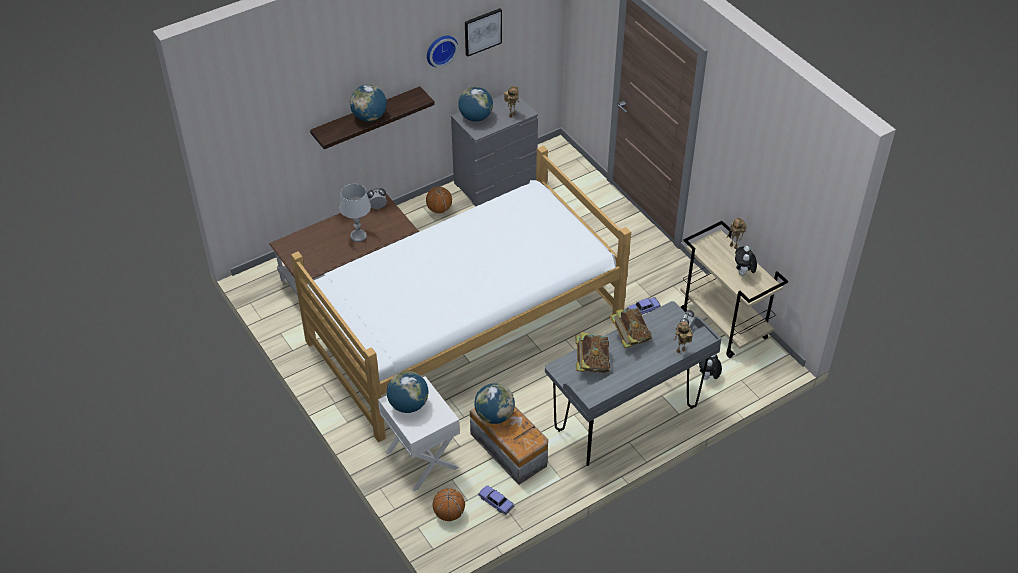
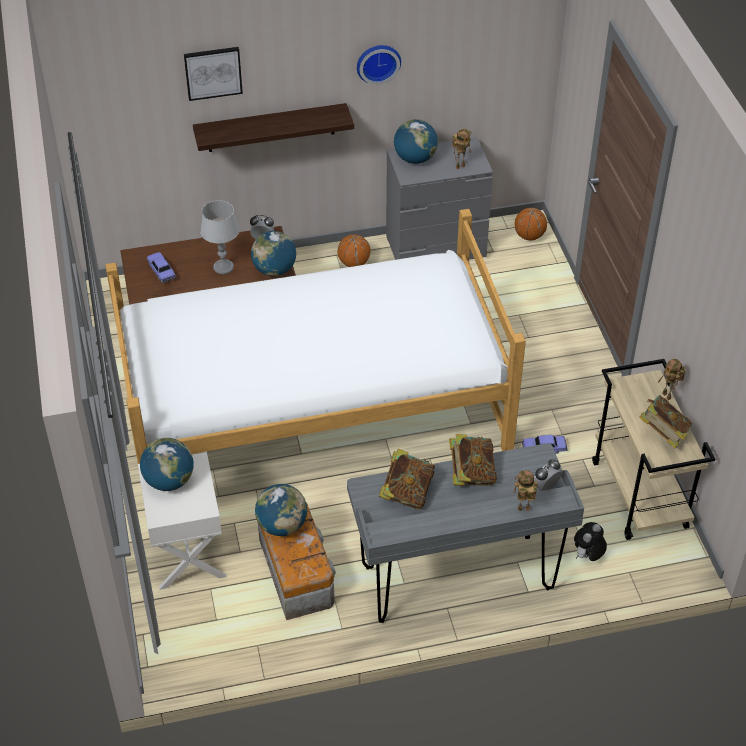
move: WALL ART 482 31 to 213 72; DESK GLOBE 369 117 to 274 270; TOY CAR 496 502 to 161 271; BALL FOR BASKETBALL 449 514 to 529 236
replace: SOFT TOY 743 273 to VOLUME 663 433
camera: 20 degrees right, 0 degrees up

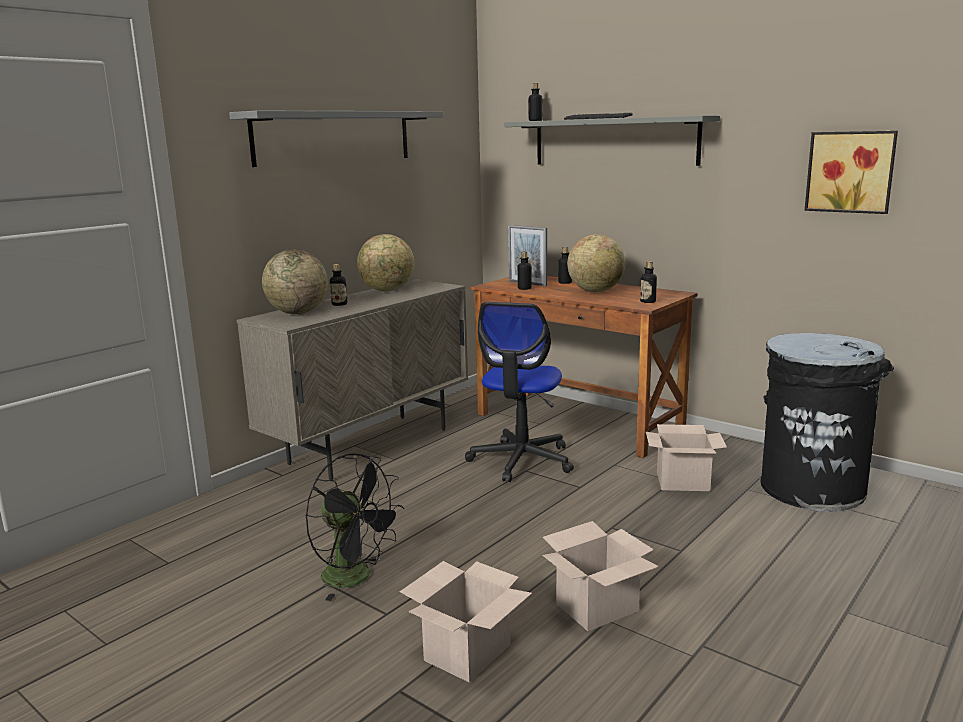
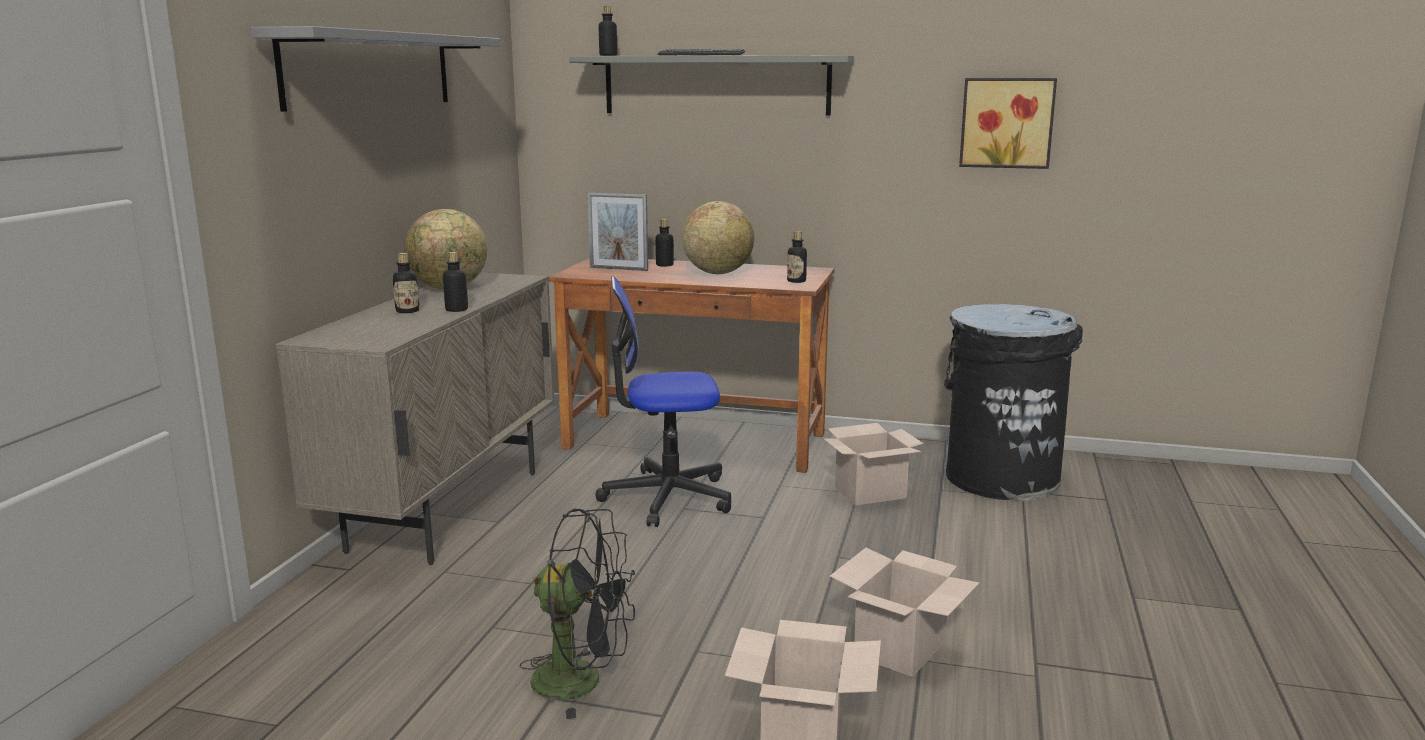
delete: DESK GLOBE 297 313
move: DRINK BOTTLE 524 288 to 456 309
rotate: OFFICE CHAIR 521 460 = 667 497 90 degrees clockwise
camera: 25 degrees left, 0 degrees up

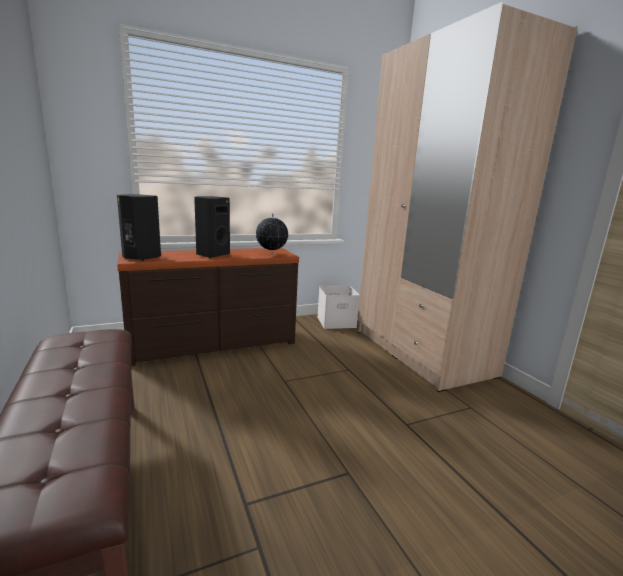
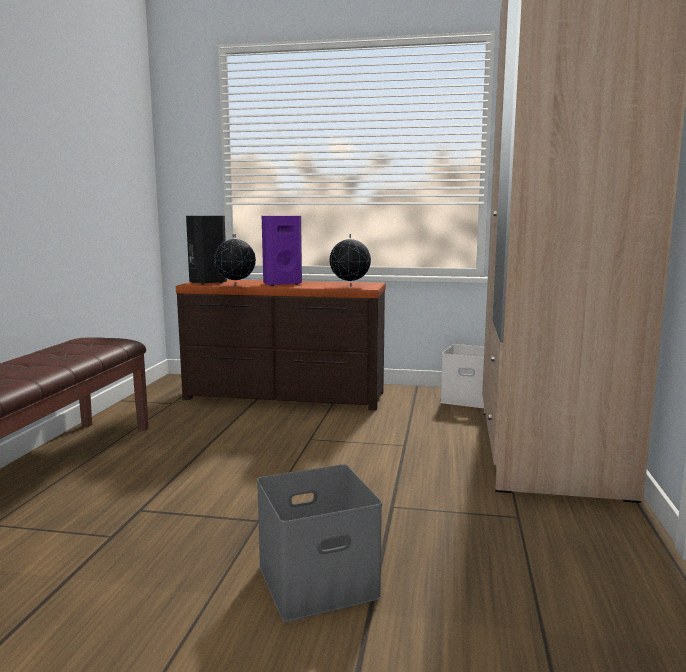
insert: DESK GLOBE 236 286; GREY STORAGE BIN 316 583
recolor: BLACKISH LOUDSPEAKER 212 255 to PURPLE-COLOURED LOUDSPEAKER 281 284
camera: 35 degrees right, 5 degrees down

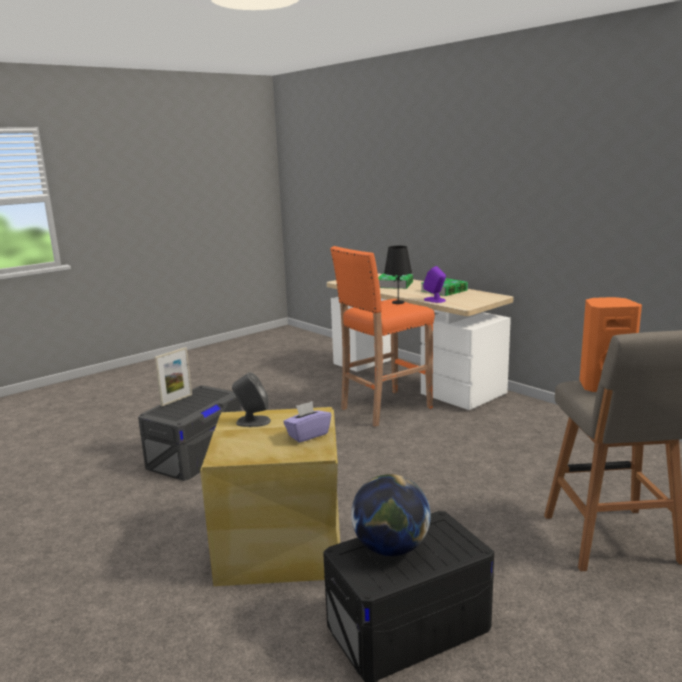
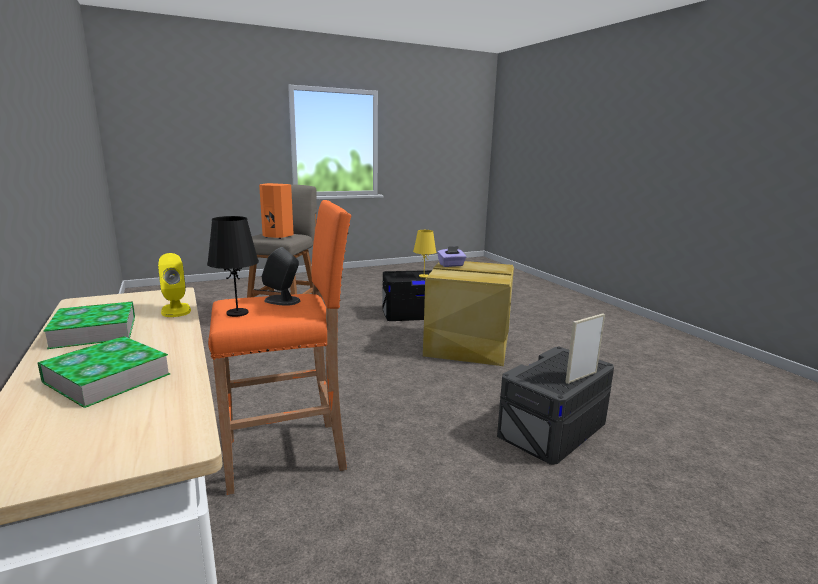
move: GREY LOUDSPEAKER 252 421 to 282 300
replace: DESK GLOBE 391 548 to YELLOWISH LAMP FOR A TABLE 424 276
recolor: PURPLE-COLOURED LOUDSPEAKER 435 300 to YELLOWISH LOUDSPEAKER 176 310
camera: 165 degrees left, 0 degrees up

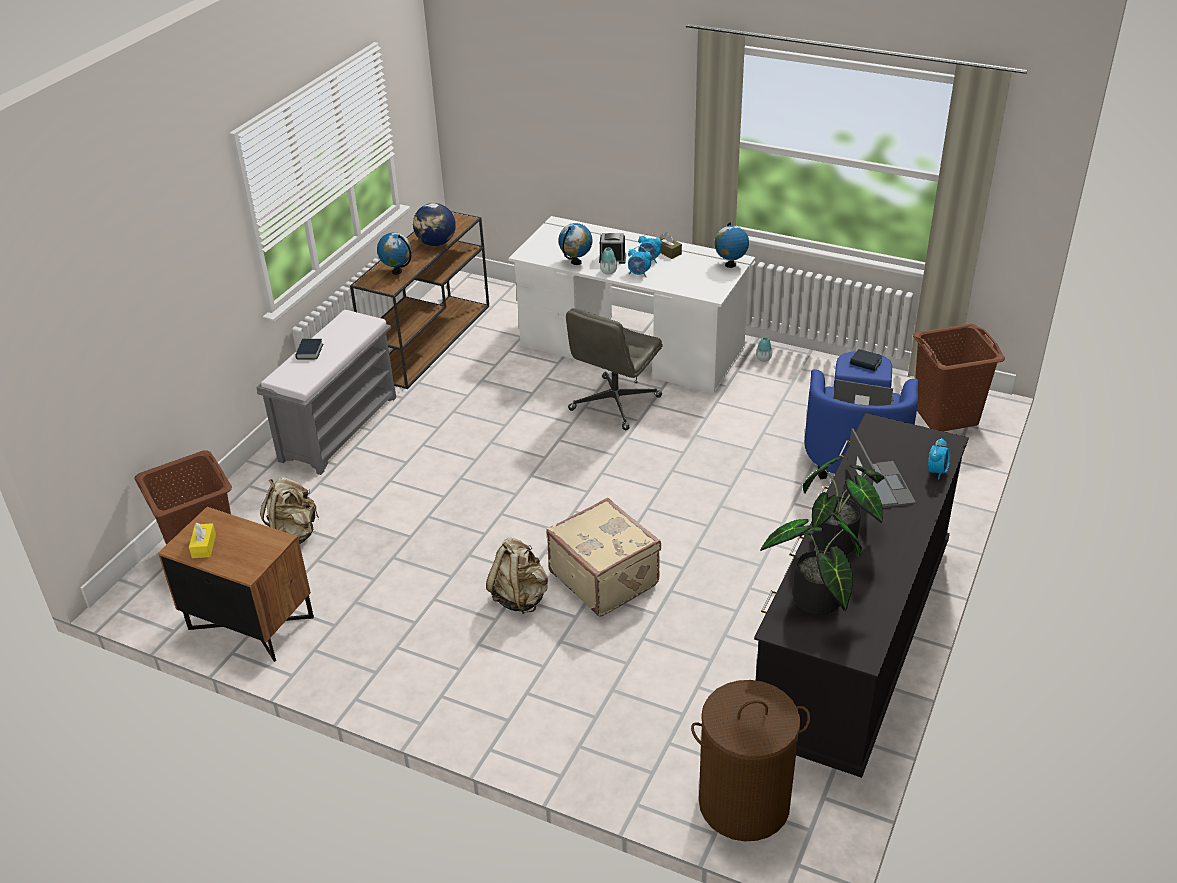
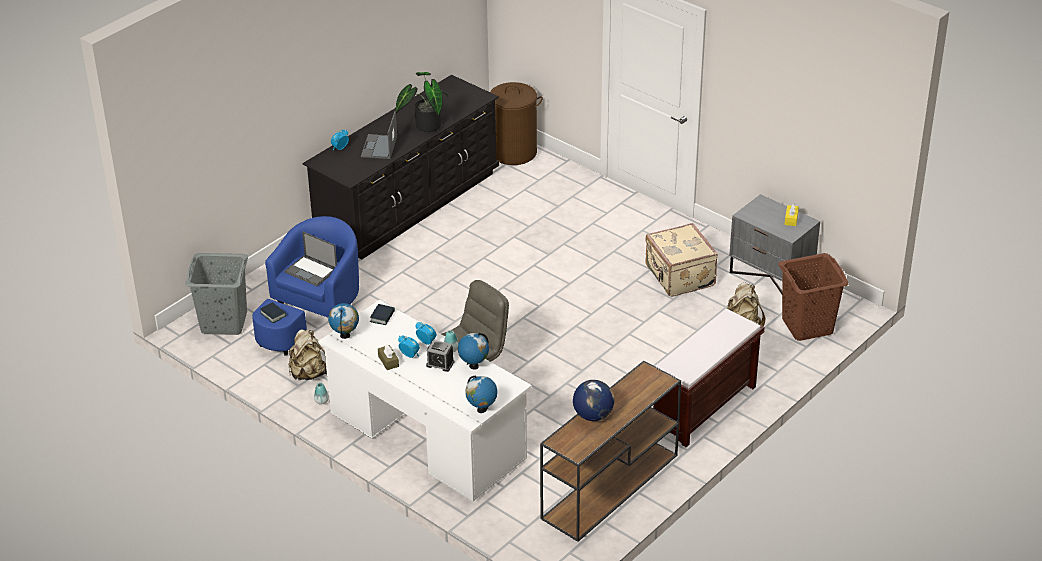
delete: PLANT IN A POT 815 603
move: DESK GLOBE 397 271 to 481 409; VOLUME 309 352 to 382 317; BEIGE-COLOURED SUITCASE 605 577 to 679 276; BEIGE-COLOURED BACKPACK 520 597 to 308 373
recolor: GREY LONG SEAT 339 427 to BROWN-COLOURED LONG SEAT 704 408; BROWN-COLOURED LAUNDRY BASKET 946 415 to GREY LAUNDRY BASKET 224 322; BROWN-COLOURED NIGHTSTAND 249 624 to GREY NIGHTSTAND 771 276
camera: 165 degrees left, 0 degrees up

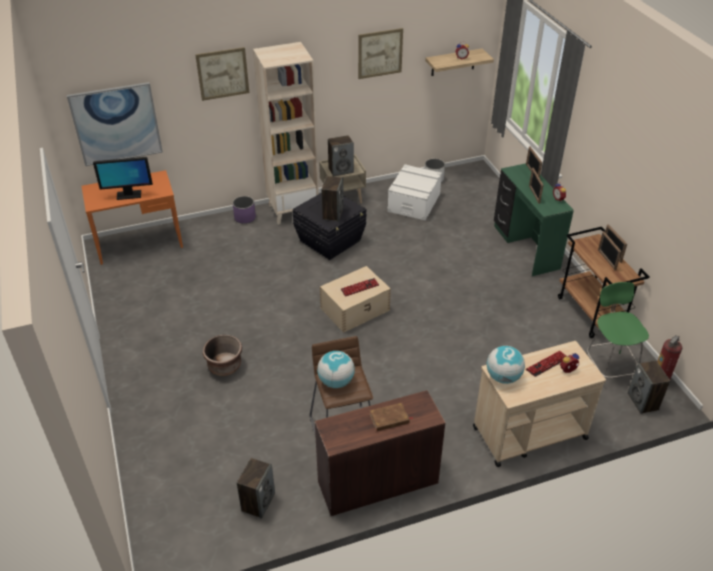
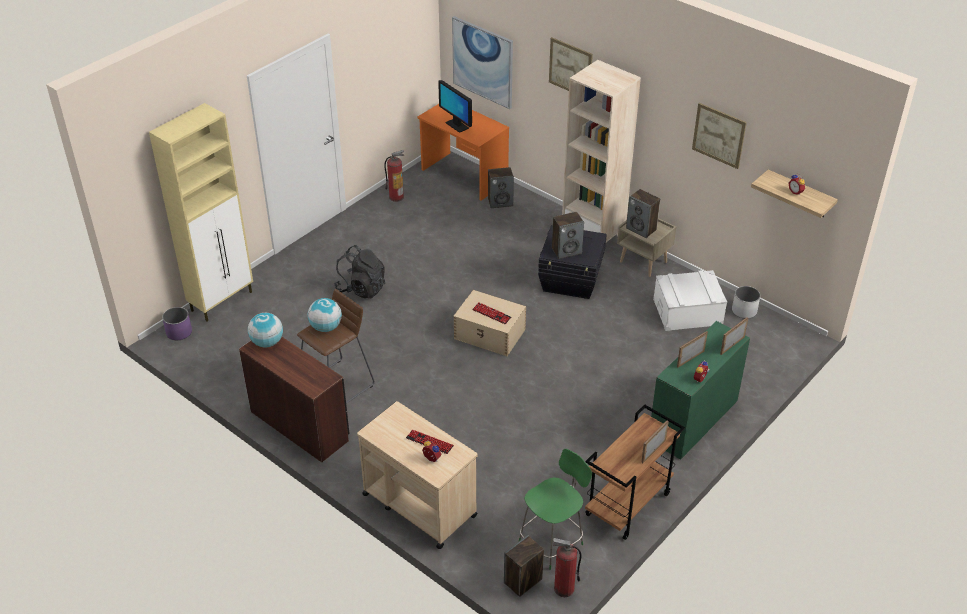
delete: PICTURE FRAME 606 260; BROWN-COLOURED VOLUME 389 419
insert: BEIGE-COLOURED CABINET 222 301; FIRE-FIGHTING CYLINDER 396 197
move: PURPLE-COLOURED PLANTER 245 218 to 179 332; DESK GLOBE 503 377 to 267 342; LOUDSPEAKER 258 502 to 500 202
replace: BROWN-COLOURED PLANTER 225 366 to BLACKISH BACKPACK 361 288
camera: 60 degrees right, 0 degrees up

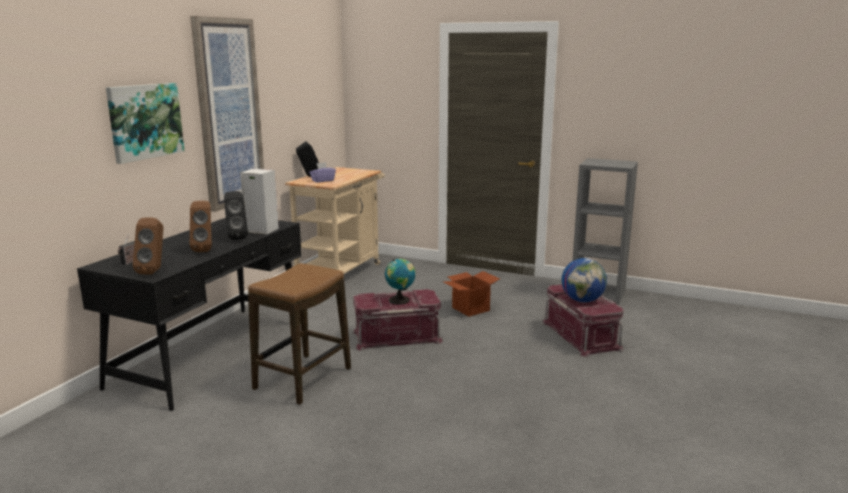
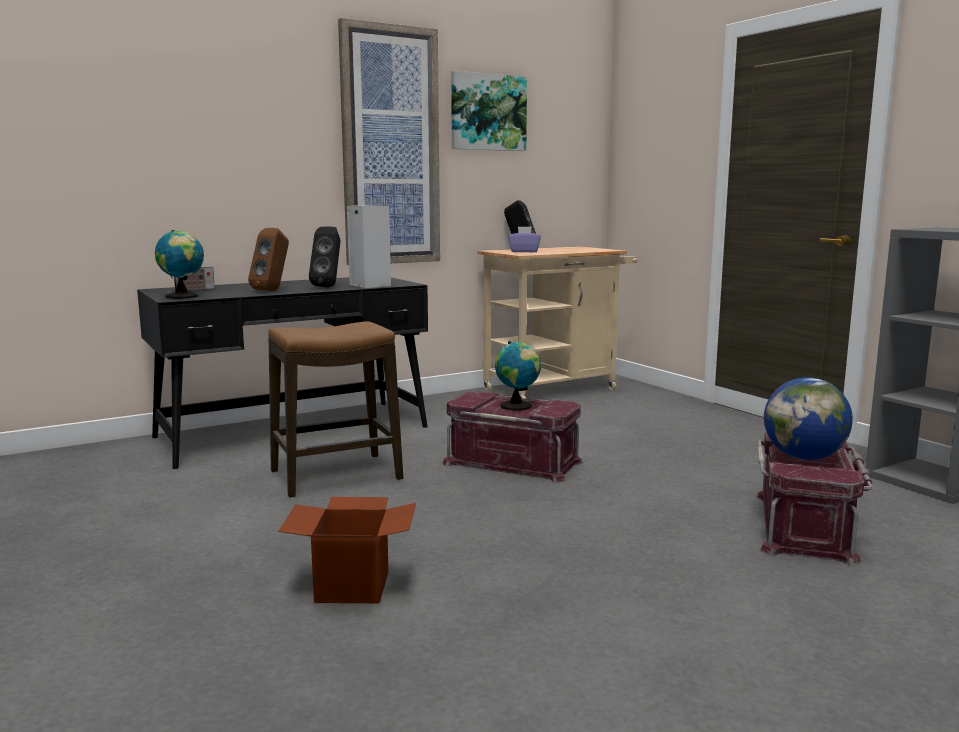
move: WALL ART 145 121 to 488 112; CARTON 471 309 to 353 586
replace: BROWN-COLOURED LOUDSPEAKER 154 271 to DESK GLOBE 183 296
camera: 35 degrees right, 5 degrees down

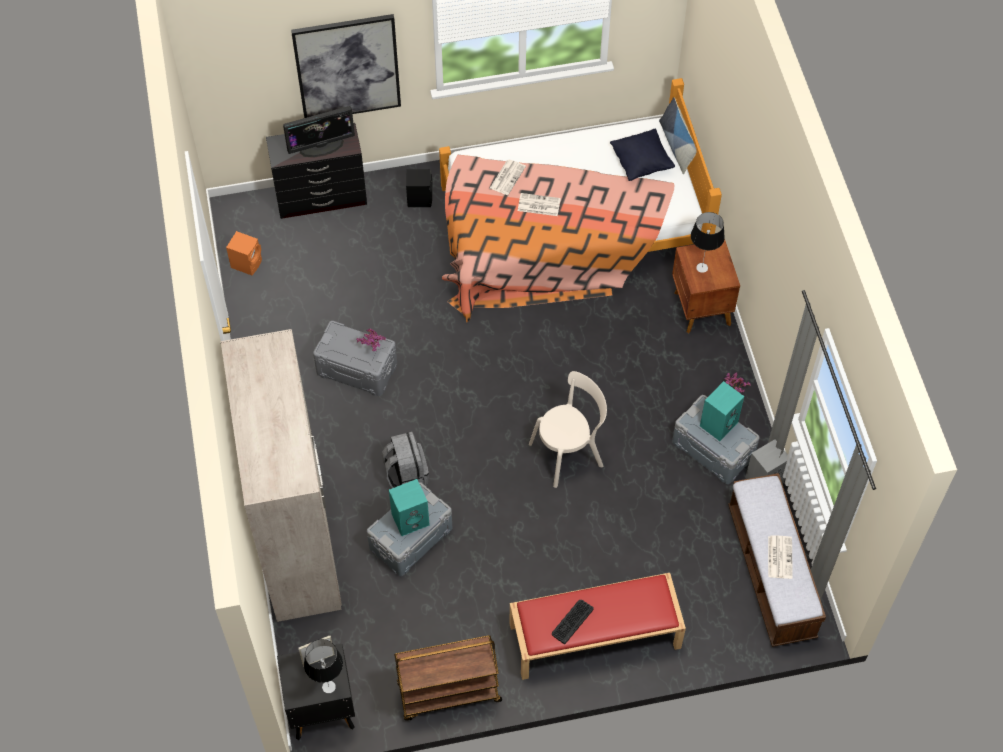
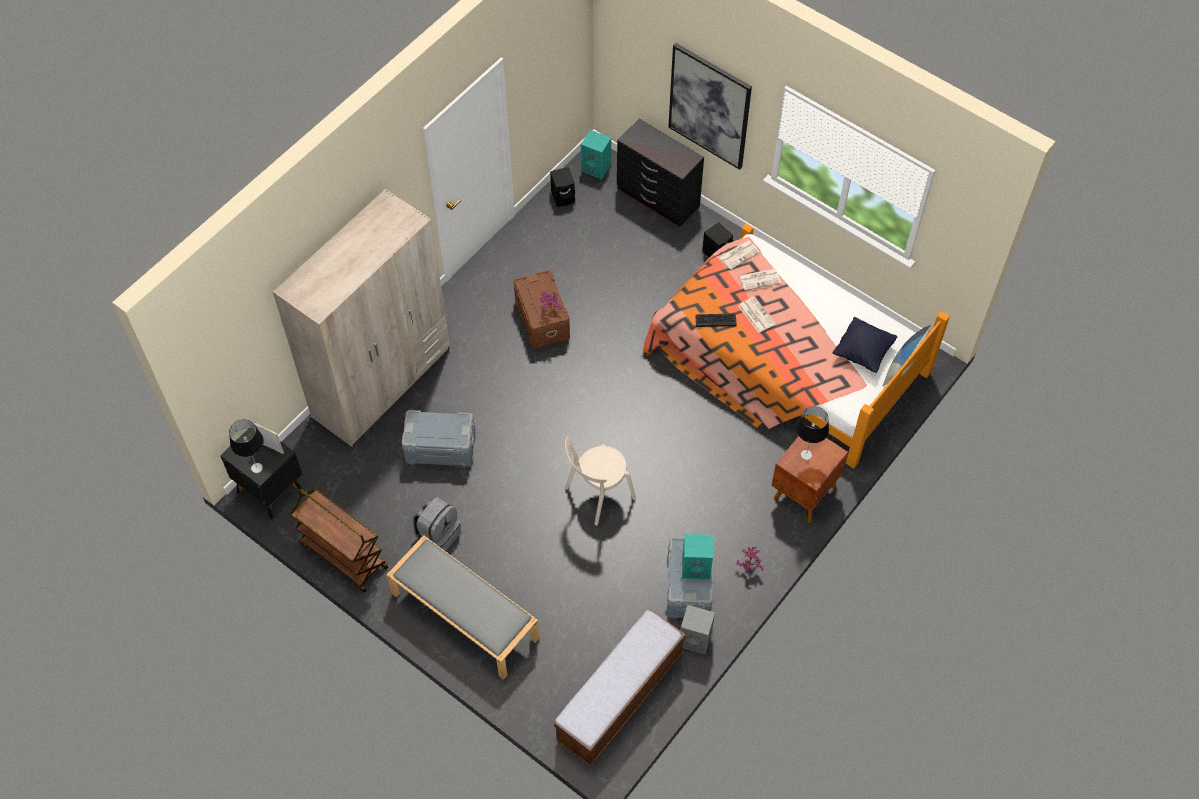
delete: COMPUTER SCREEN 321 146
move: GREY BACKPACK 406 473 to 438 534; BLUE-GREEN LOUDSPEAKER 411 518 to 597 168; PRINTED PAPER 779 556 to 739 254; PC KEYBOARD 572 621 to 715 320
recolor: ORANGE-COLOURED LOUDSPEAKER 247 263 to BLACKISH LOUDSPEAKER 564 197; GREY STORAGE BIN 357 368 to BROWN-COLOURED STORAGE BIN 543 319; RED-COLOURED LONG SEAT 594 637 to GREY LONG SEAT 463 616
rotate: BEIGE-COLOURED PLAIN CHAIR 569 453 = 597 495 120 degrees clockwise
camera: 50 degrees right, 0 degrees up

